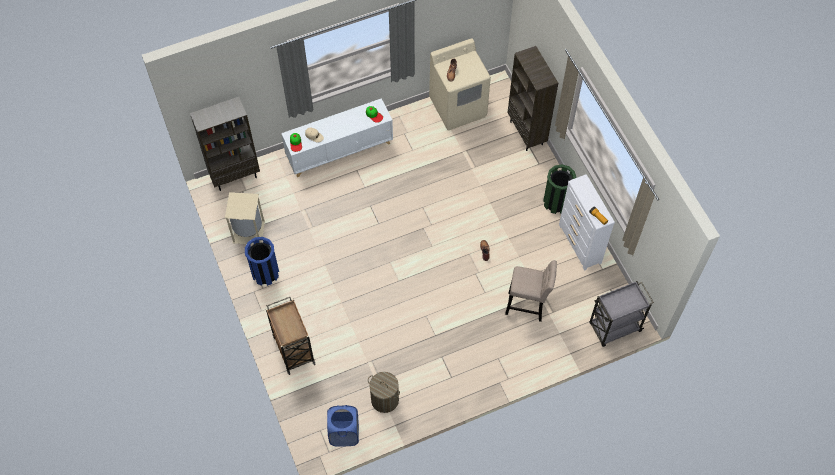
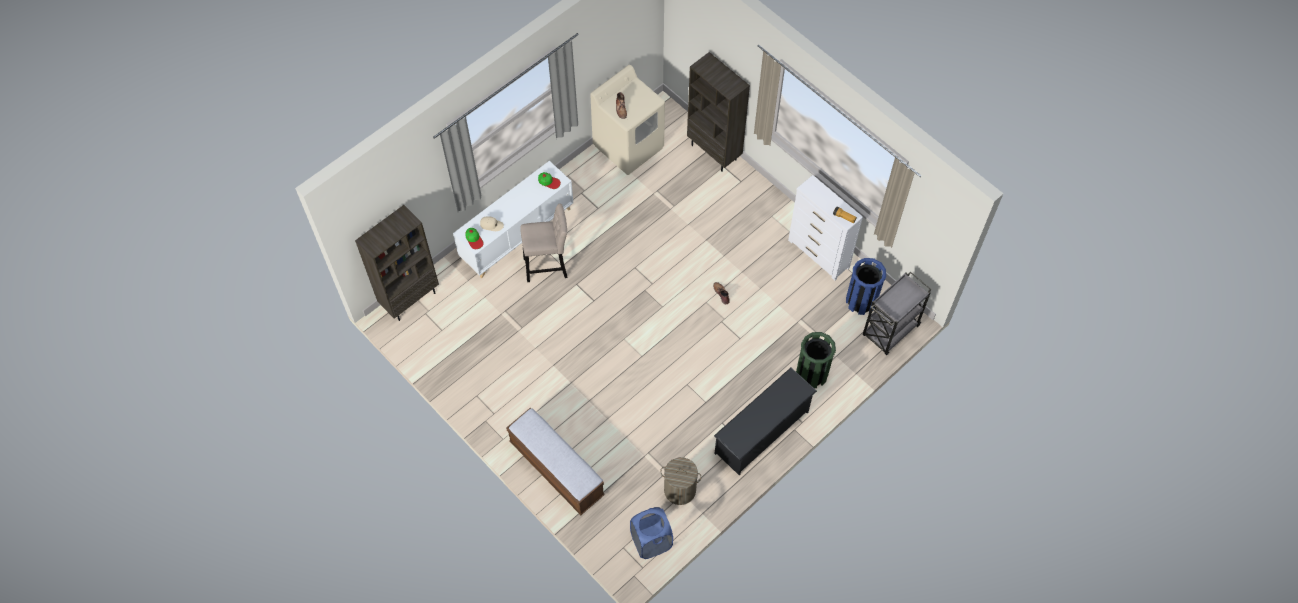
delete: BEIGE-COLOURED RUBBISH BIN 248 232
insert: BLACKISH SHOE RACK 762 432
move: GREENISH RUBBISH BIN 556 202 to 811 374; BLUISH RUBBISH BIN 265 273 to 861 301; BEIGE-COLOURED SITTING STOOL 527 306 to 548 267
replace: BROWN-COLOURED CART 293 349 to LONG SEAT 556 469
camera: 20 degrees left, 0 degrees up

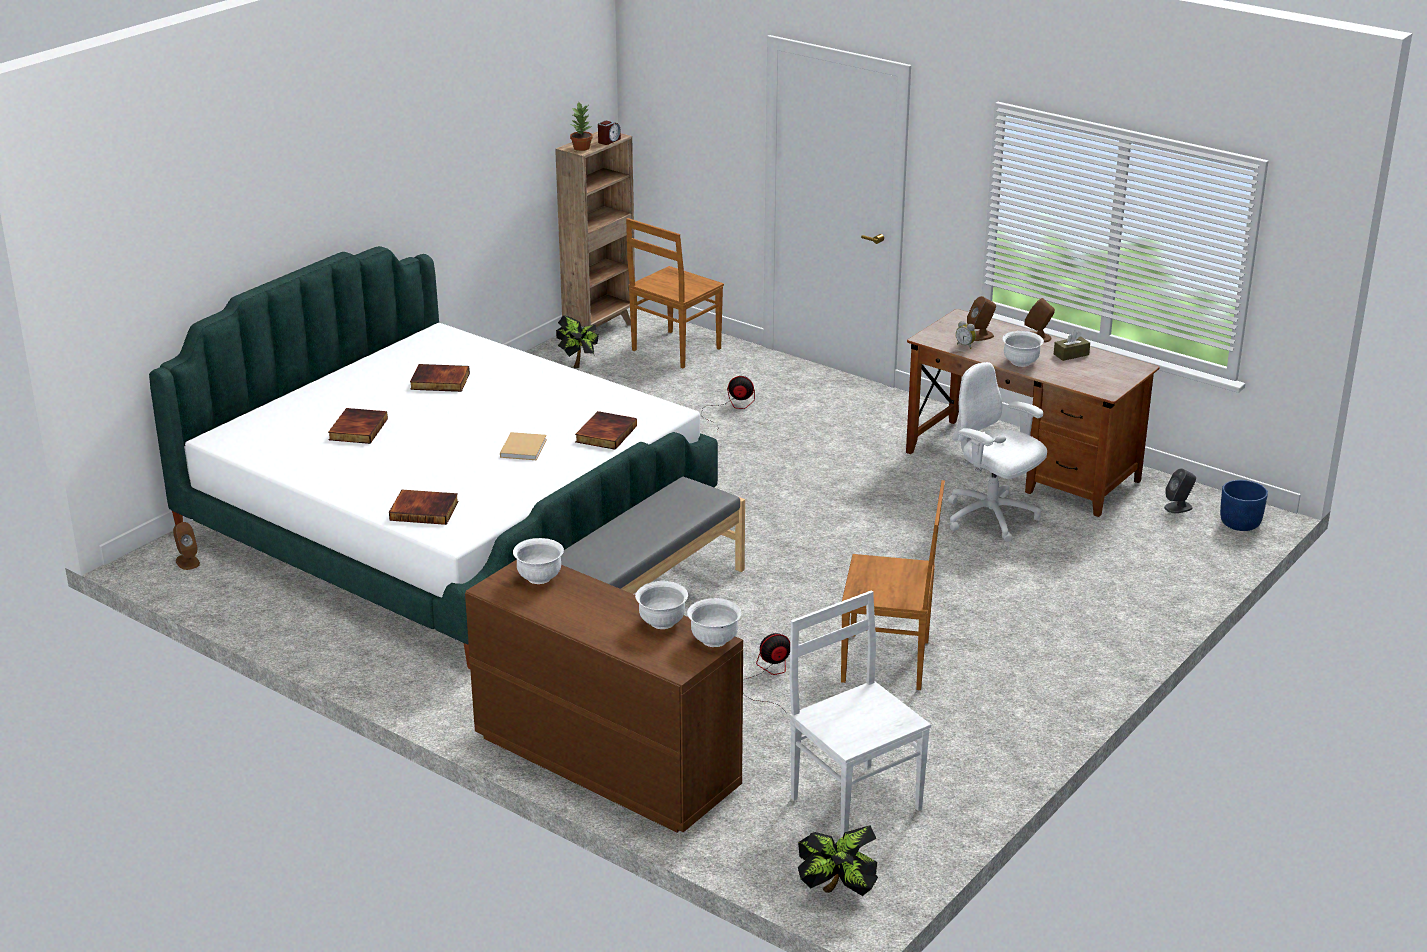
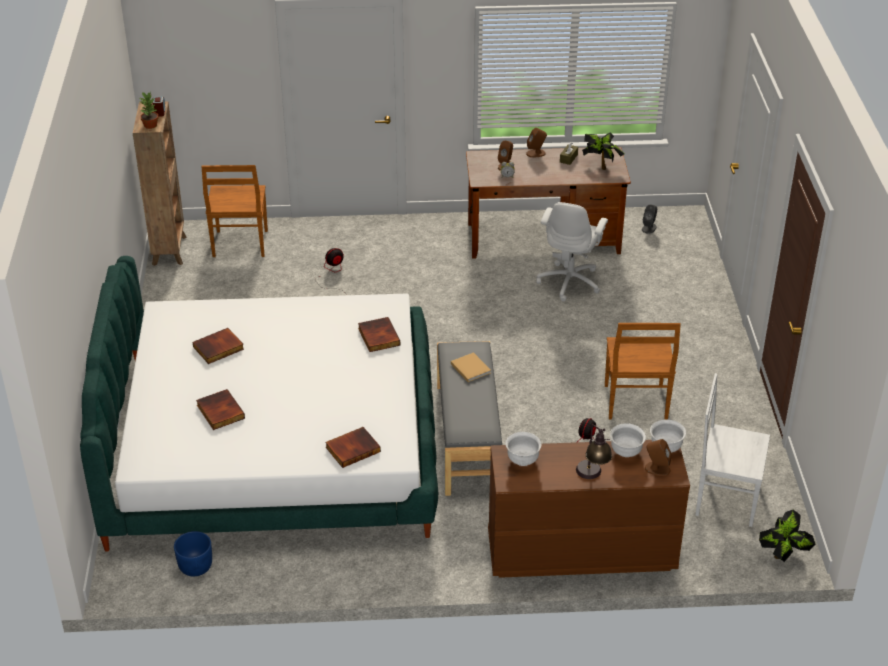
delete: WHITE DEEP DISH 1020 362
insert: LAMP FOR A TABLE 592 477
move: PLANT IN A POT 578 364 to 601 166; BEIGE-COLOURED VOLUME 524 447 to 470 368; BLUISH PLANTER 1240 524 to 196 566; BROWN-COLOURED LOUDSPEAKER 187 562 to 657 469
rotate: WHITE OFFICE CHAIR 991 518 = 570 281 75 degrees counterclockwise; BROWN-COLOURED PLAIN CHAIR 888 662 = 635 403 120 degrees clockwise
camera: 40 degrees left, 10 degrees up

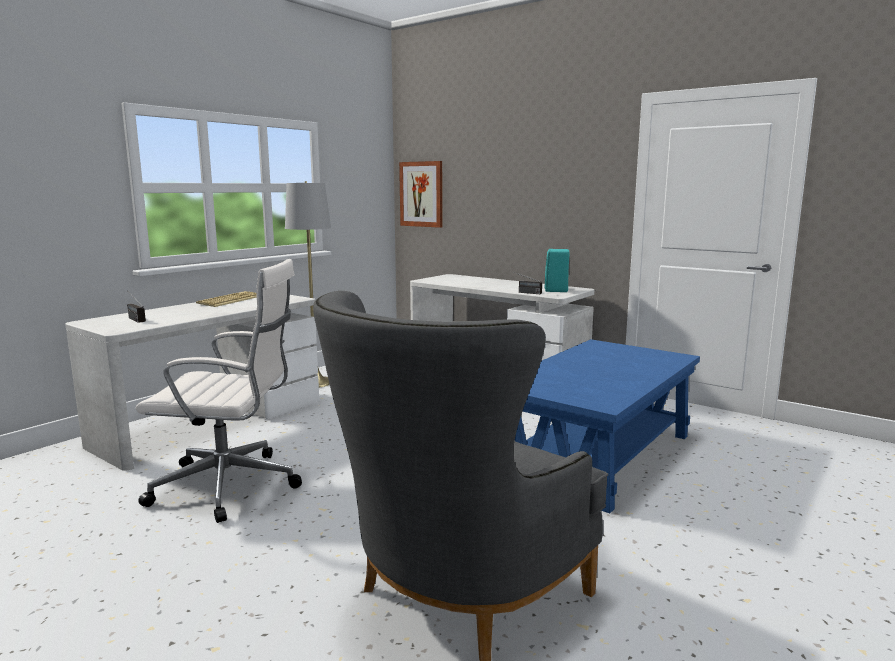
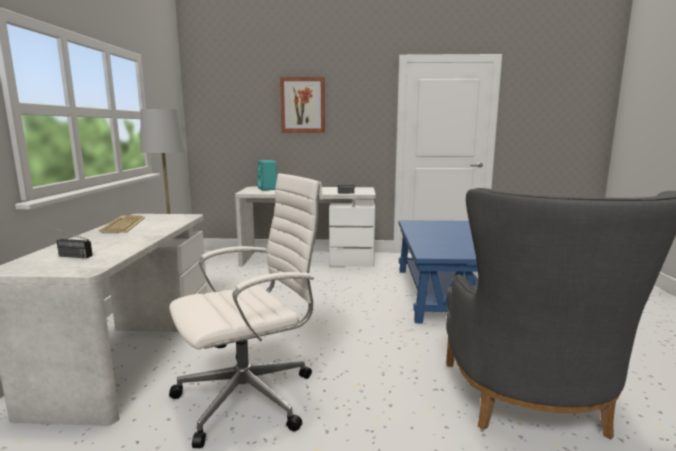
move: WALL ART 421 194 to 303 105; BLUE-GREEN LOUDSPEAKER 556 290 to 268 189
camera: 35 degrees left, 0 degrees up

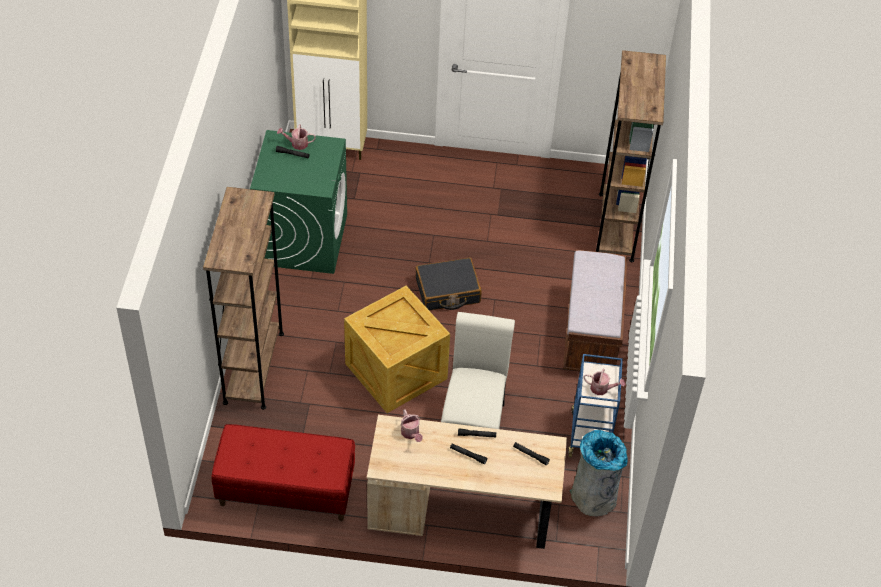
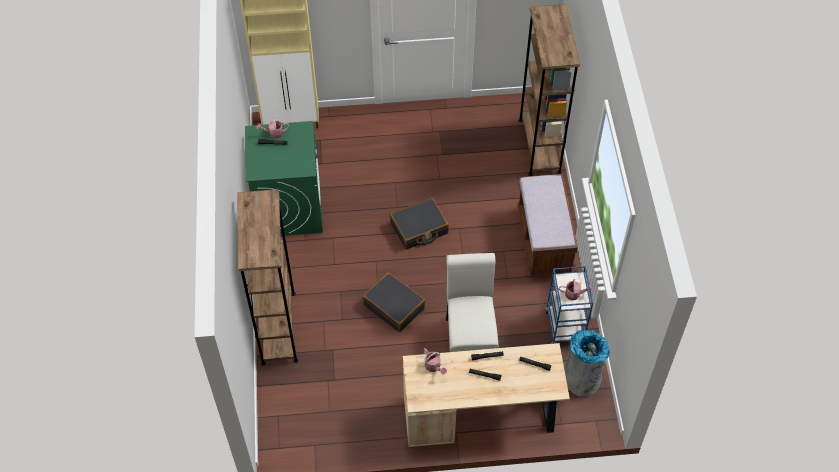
delete: RED-COLOURED LONG SEAT 286 491
replace: SHIPPING CRATE 394 371 to BLACKISH SUITCASE 394 306
camera: 10 degrees left, 5 degrees up

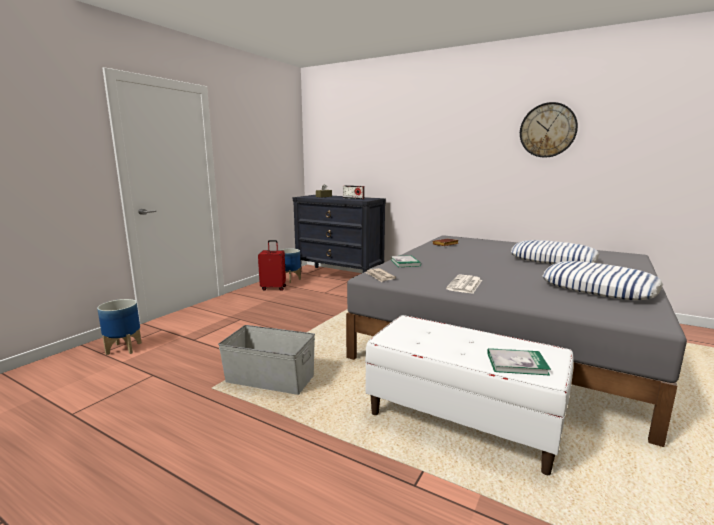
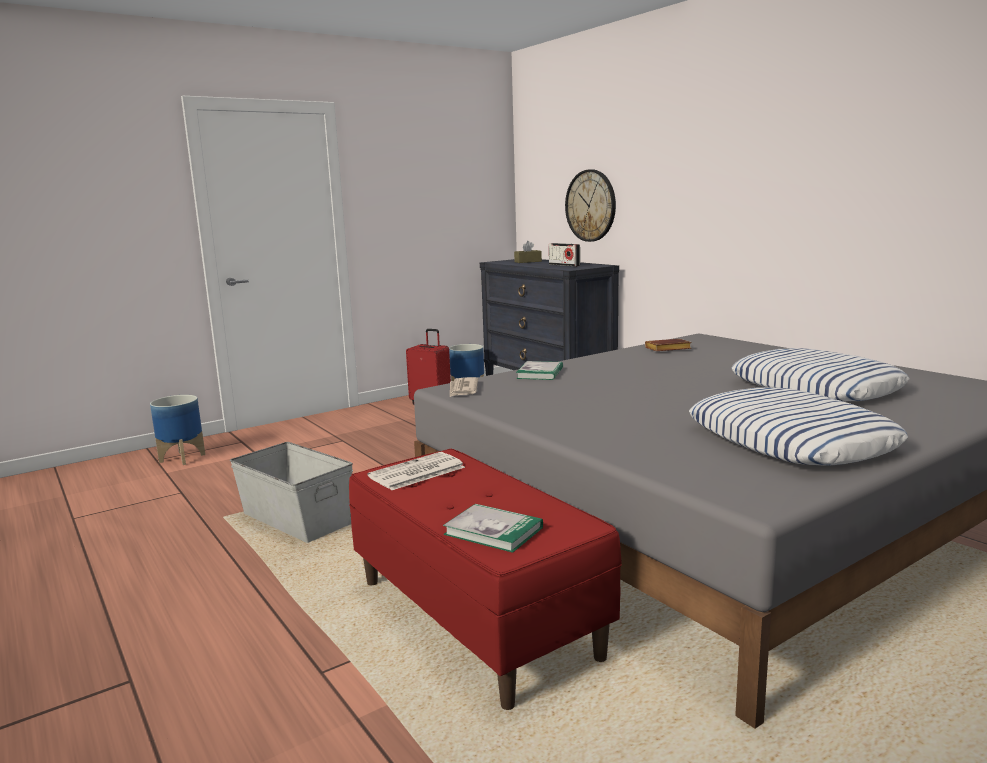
move: HANGING CLOCK 547 130 to 591 205; PRINTED PAPER 465 285 to 416 472
recolor: WHITE LONG SEAT 462 421 to RED-COLOURED LONG SEAT 476 618
camera: 25 degrees right, 0 degrees up

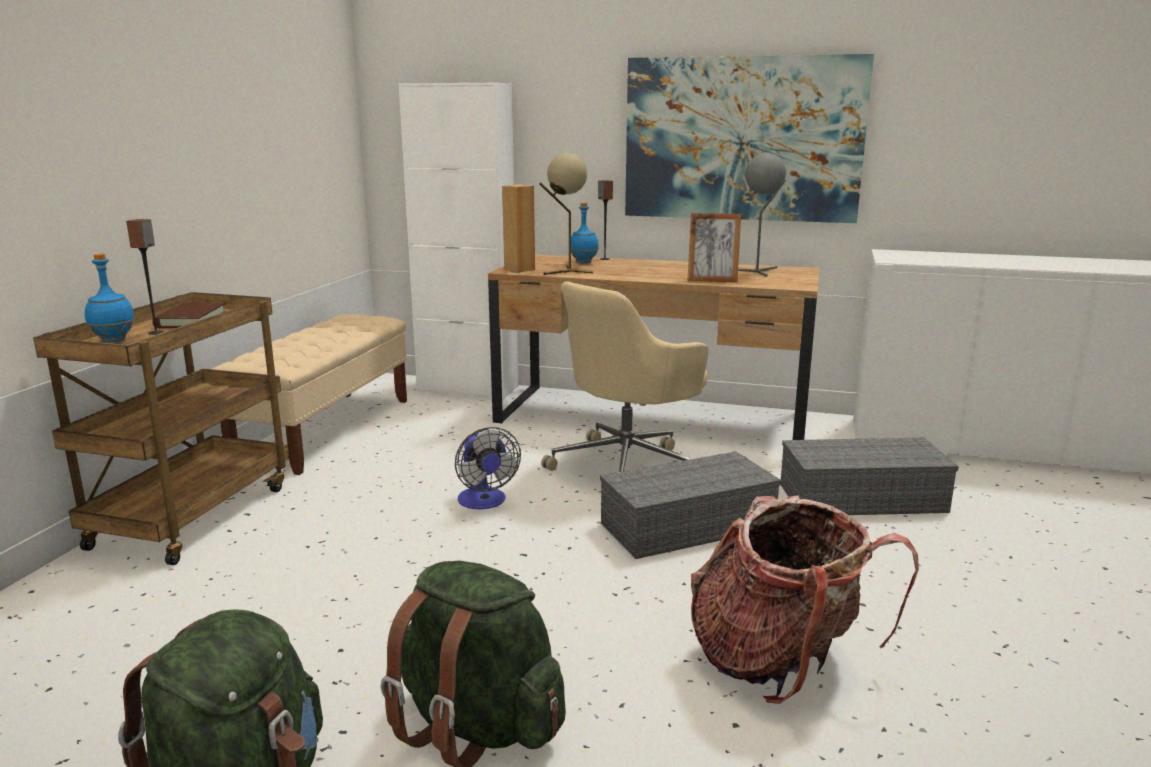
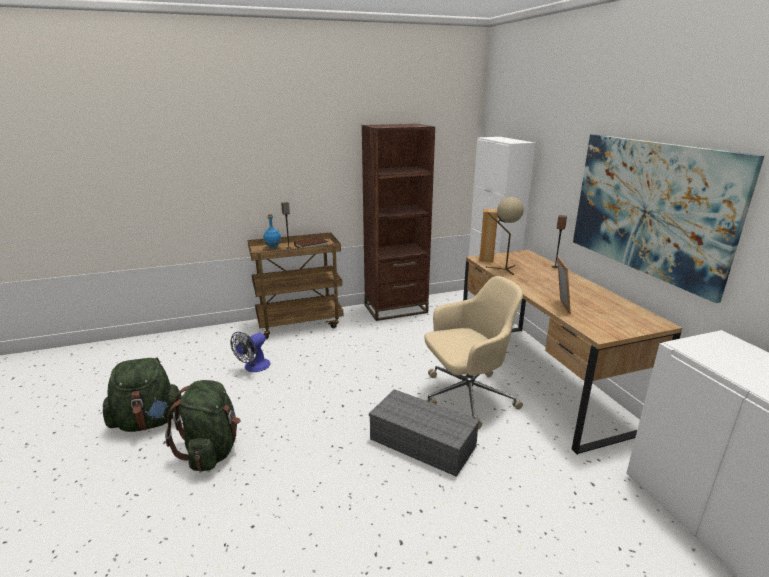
delete: GREY LAMP FOR A TABLE 759 271; BLUISH DRINK BOTTLE 583 262; GREY STORAGE BIN 863 497; BACKPACK 780 663
move: FAN 484 502 to 254 367
replace: BEIGE-COLOURED LONG SEAT 325 430 to BROWN-COLOURED BOOKCASE 396 309
rotate: PICTURE FRAME 712 280 = 560 306 150 degrees counterclockwise; BEIGE-COLOURED OFFICE CHAIR 628 466 = 466 396 150 degrees clockwise
camera: 55 degrees right, 5 degrees up

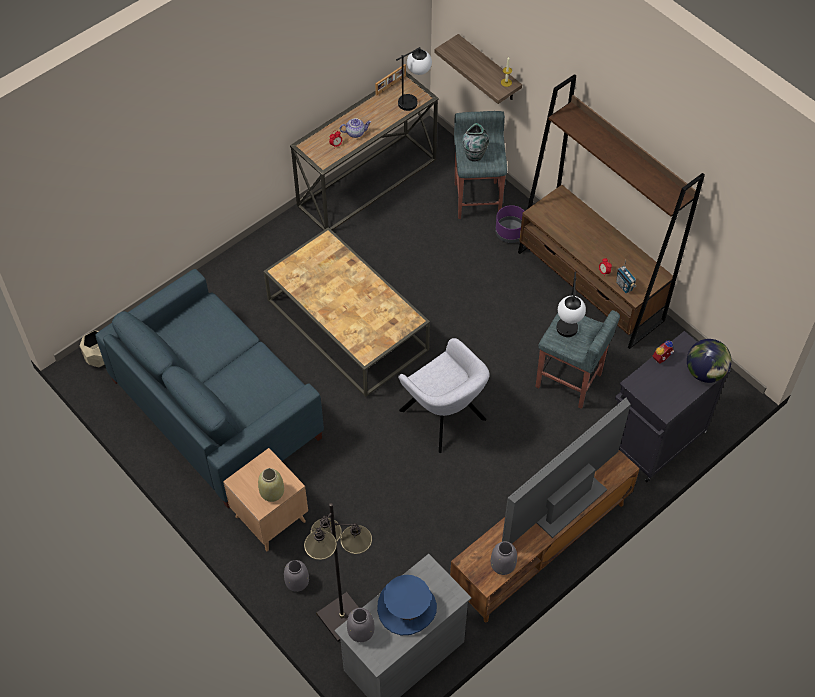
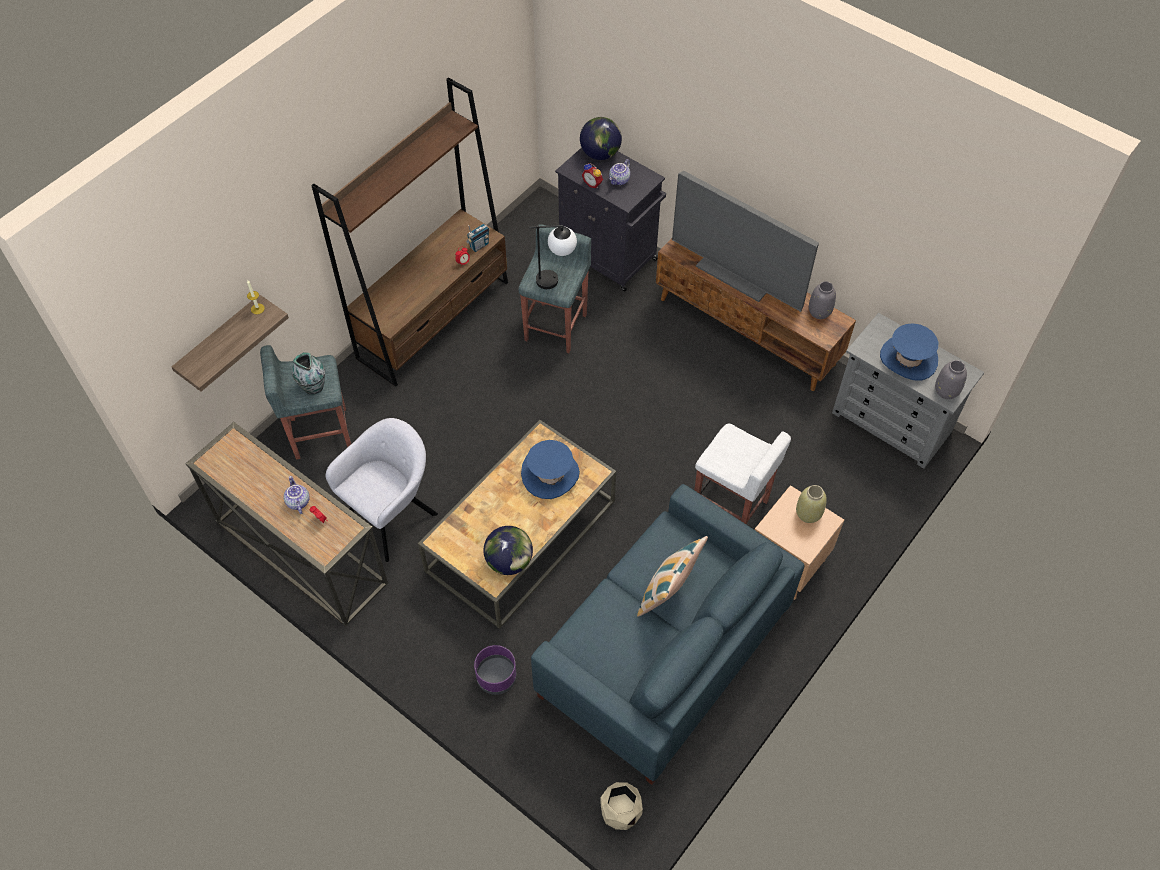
delete: LAMP FOR A TABLE 414 100; PICTURE FRAME 391 85; BLACKISH STANDING LAMP 341 617; GREY DECORATIVE VASE 297 582
insert: POT FOR TEA 619 180; WHITE SITTING STOOL 730 507; BLUISH HAT 550 474; DESK GLOBE 509 561; THROW PILLOW 668 593
move: PURPLE-COLOURED PLANTER 510 232 to 496 677; GREY EASY CHAIR 445 417 to 392 515
camera: 100 degrees left, 0 degrees up

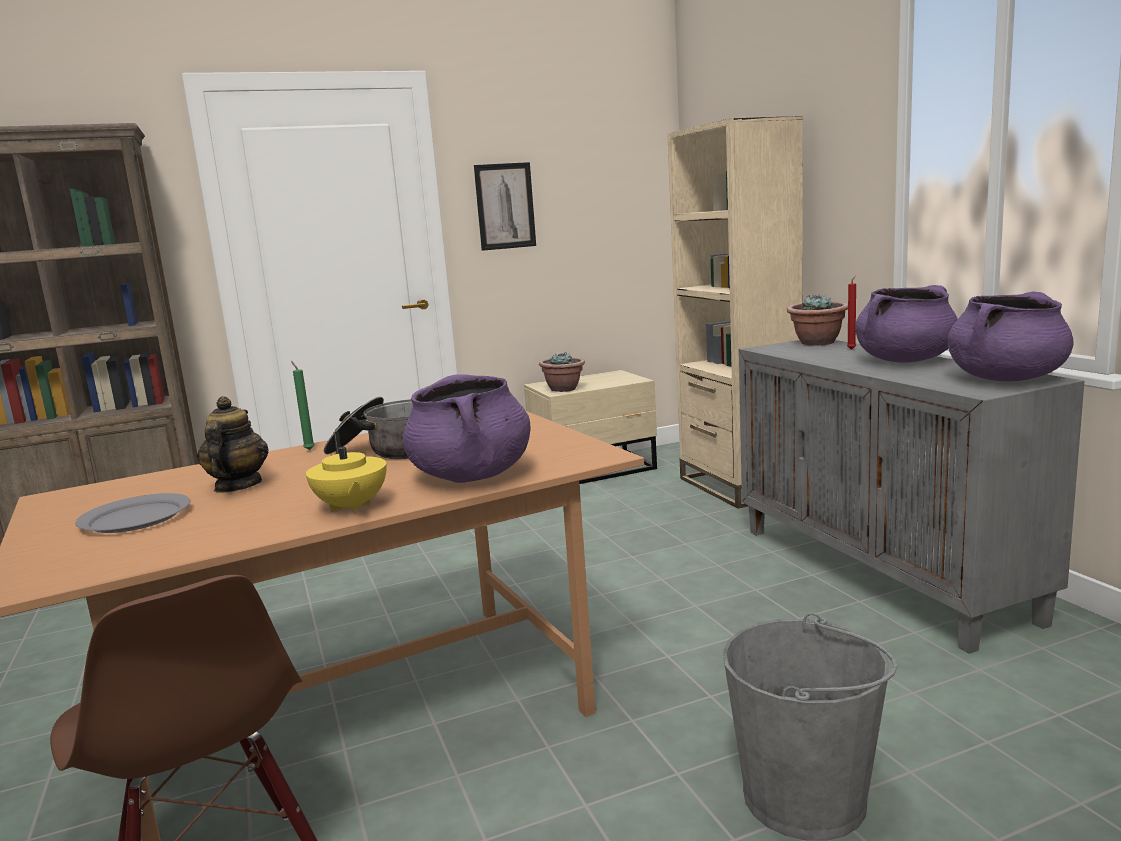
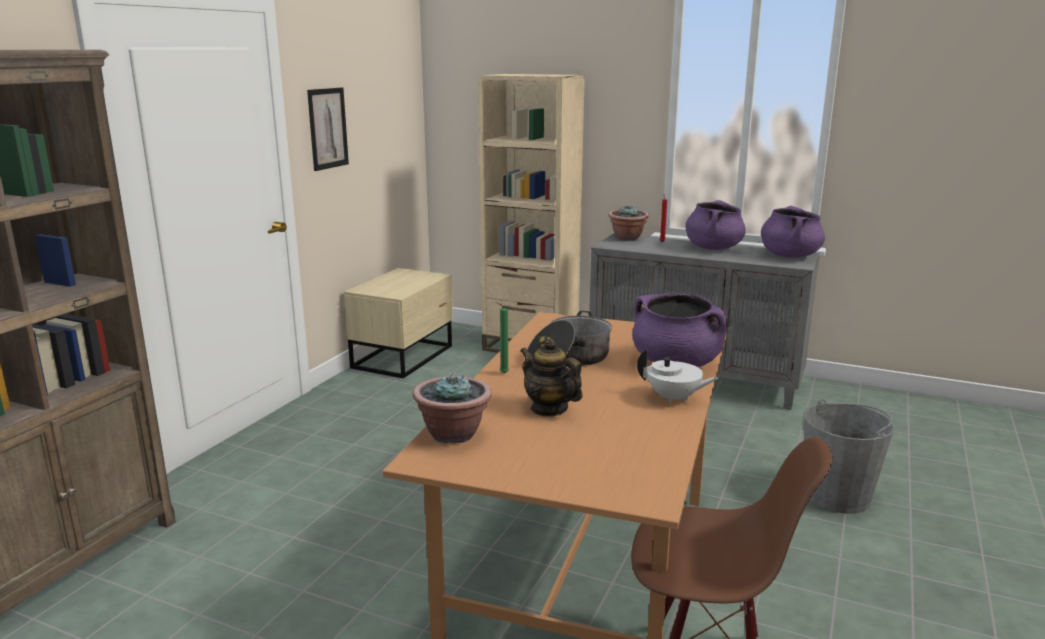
delete: GREY DINNER PLATE 136 517
move: PLANT IN A POT 563 389 to 453 434
recolor: YELLOWISH POT FOR TEA 351 507 to WHITE POT FOR TEA 674 398
camera: 45 degrees left, 5 degrees up

